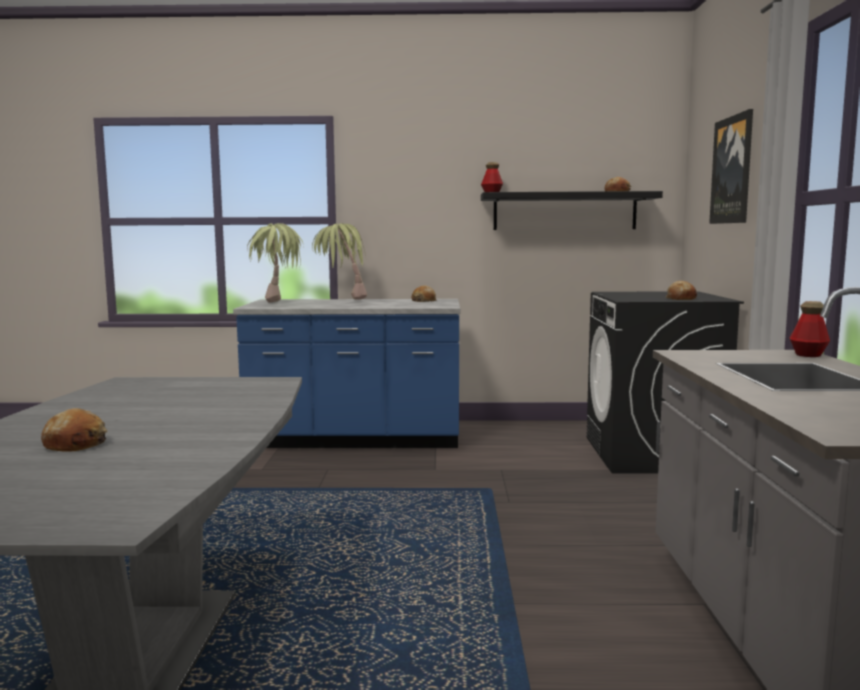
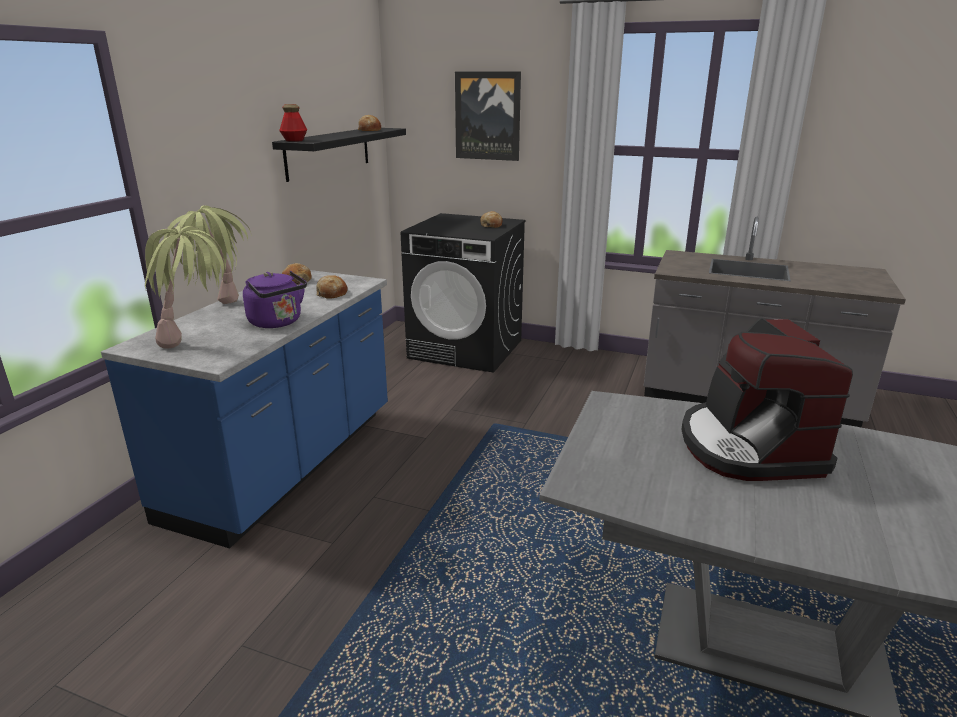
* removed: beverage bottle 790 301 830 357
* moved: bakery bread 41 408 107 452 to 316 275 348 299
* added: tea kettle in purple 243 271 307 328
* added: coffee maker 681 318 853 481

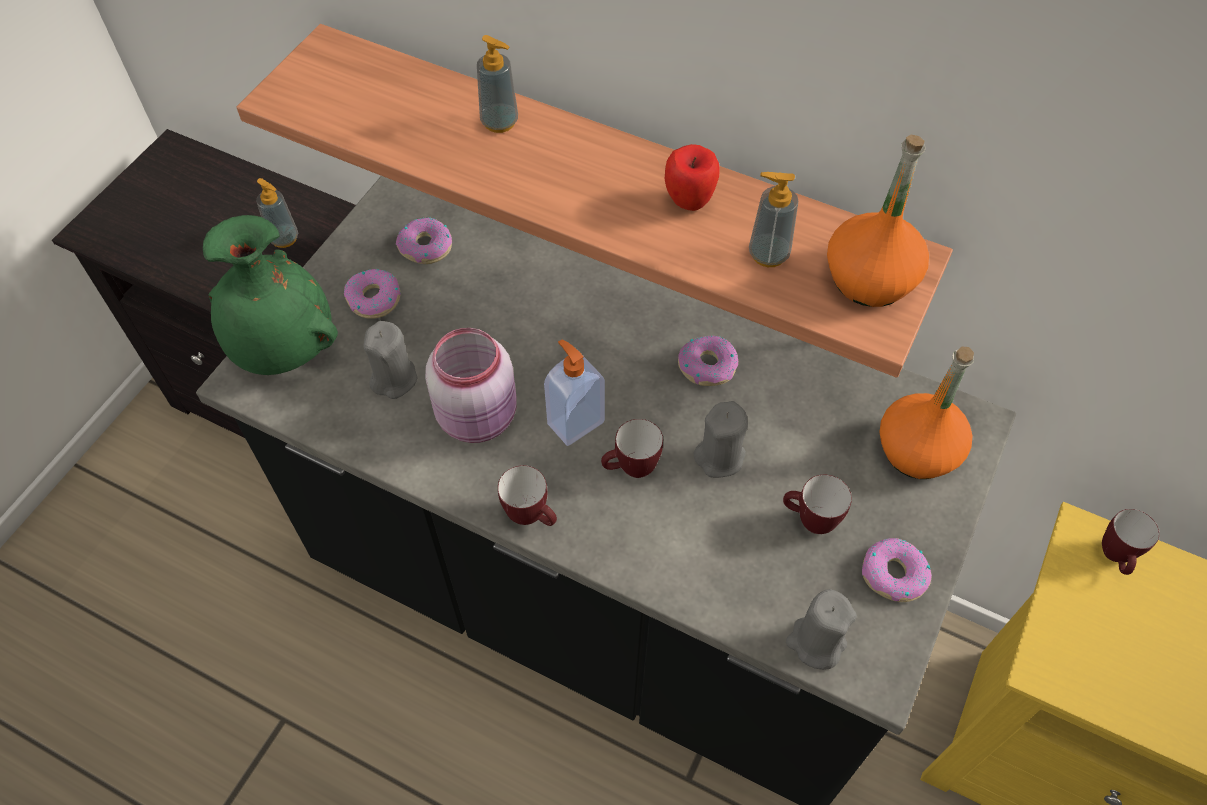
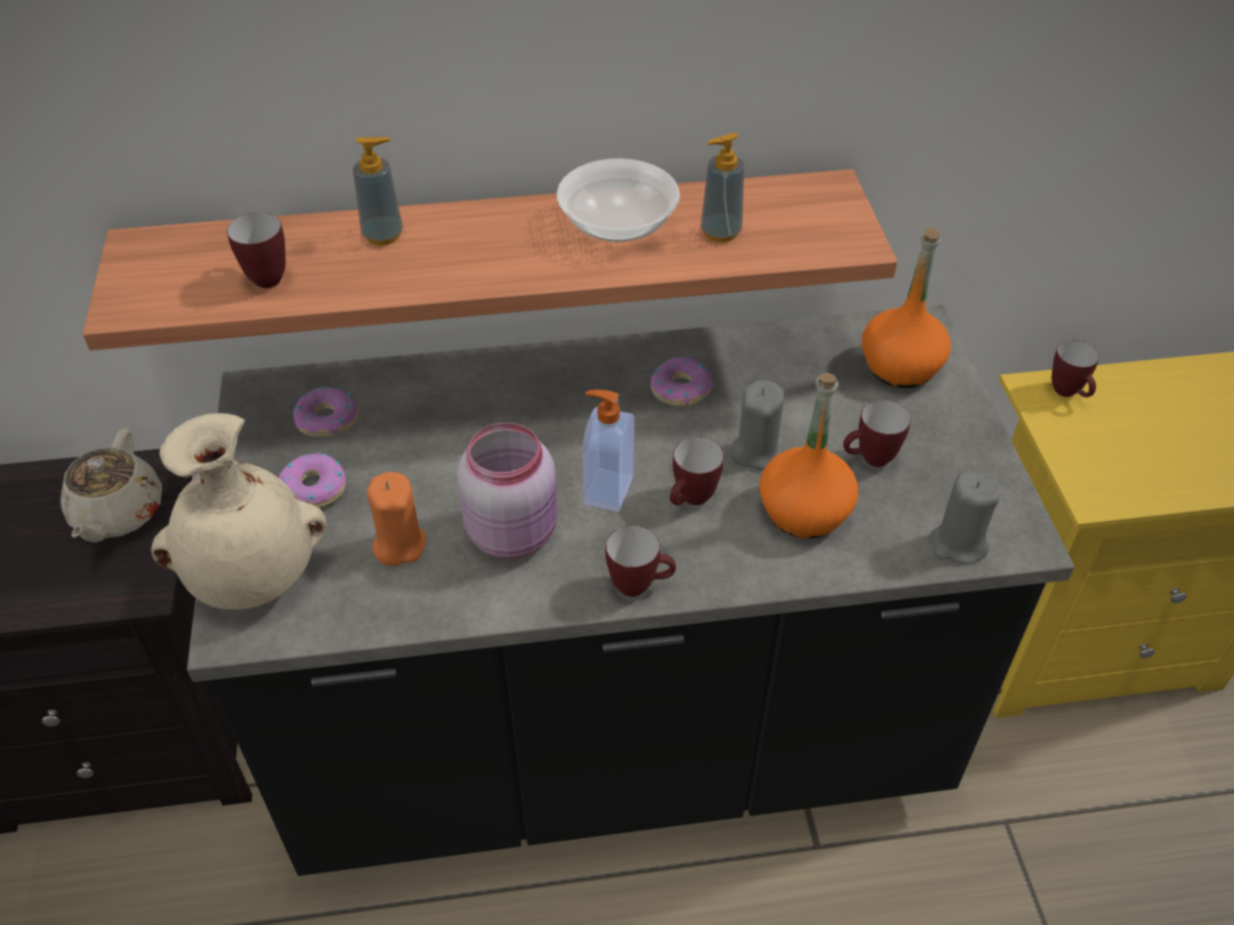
* moved: beverage bottle in orange-coloured 827 135 929 307 to 759 373 858 539
* replaced: apple 665 144 720 211 to serving bowl 557 158 680 242
* replaced: soap bottle 256 178 298 248 to teapot in beige 60 429 162 543
* recoloured: flower vase in green-coloured 203 215 338 375 to flower vase in beige 151 413 327 610
* recoloured: wax light in greyish 364 321 418 399 to wax light in orange-coloured 367 472 426 566
* removed: donut 862 538 932 602
* added: coffee mug 227 212 286 288

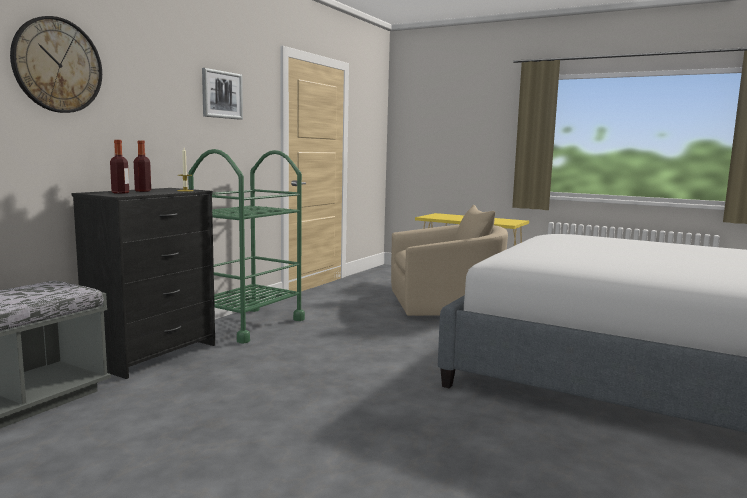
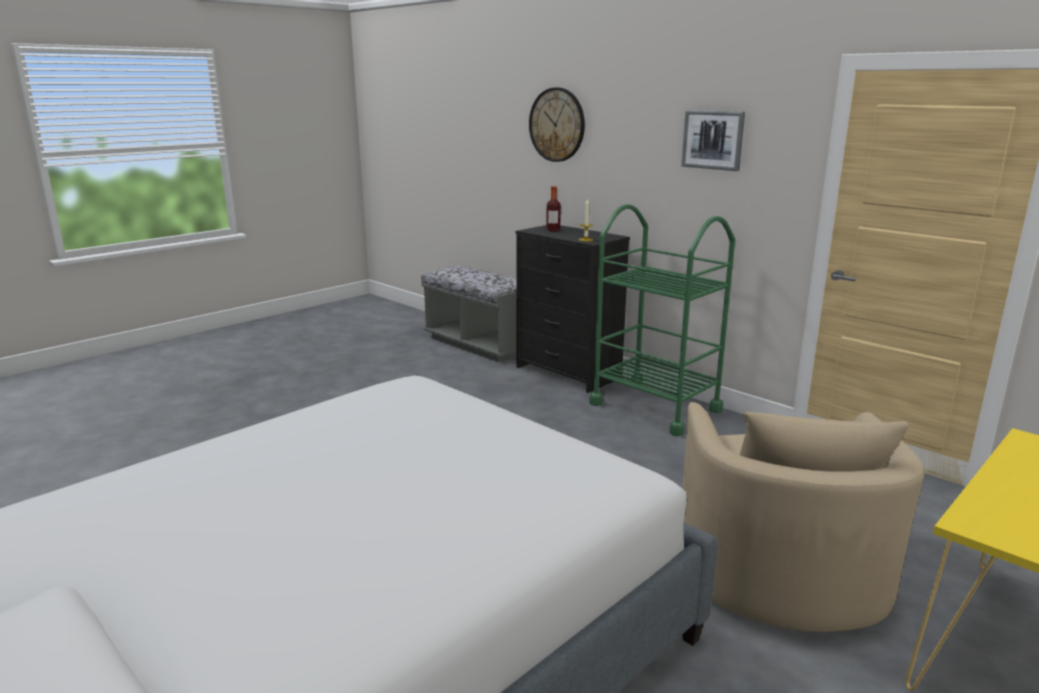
* removed: beverage bottle 134 140 151 192

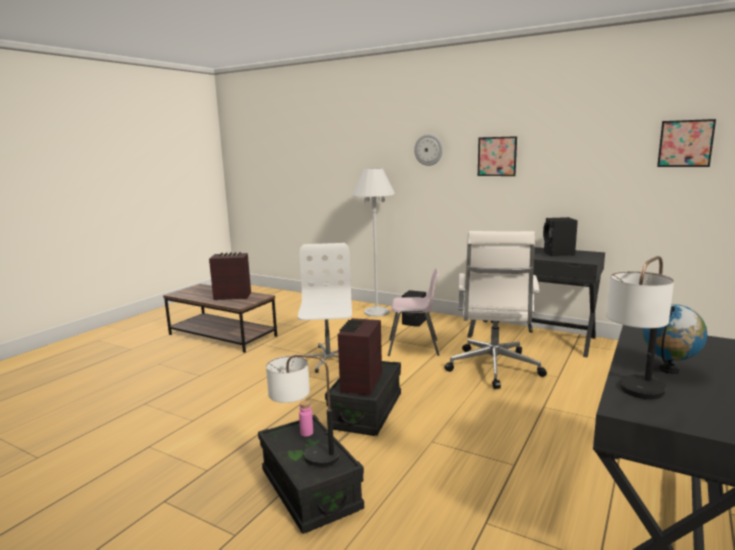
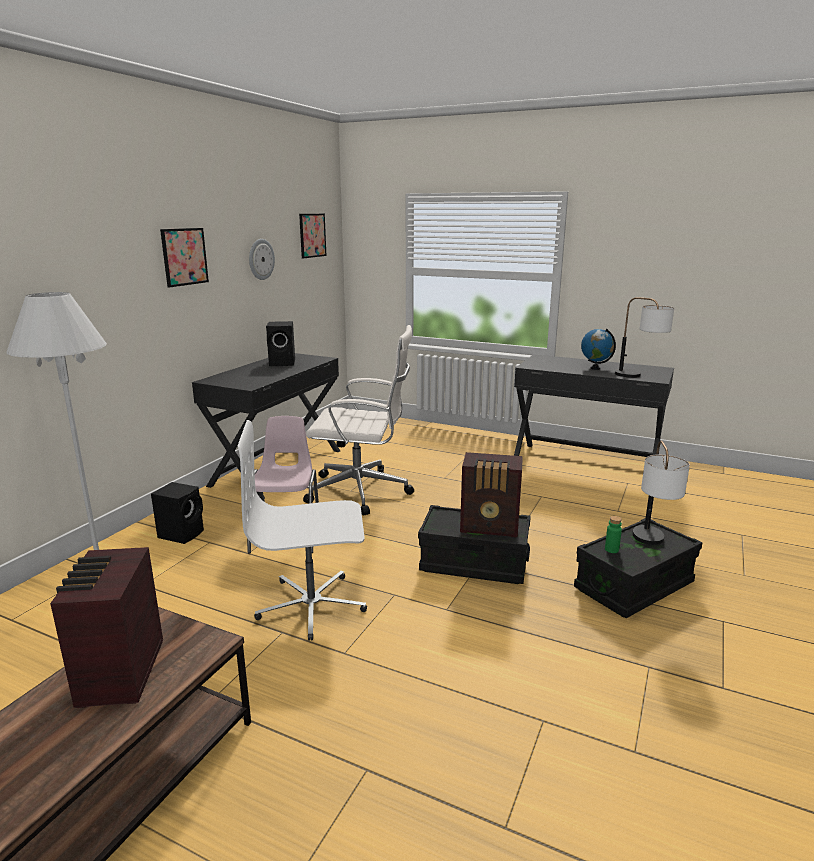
* moved: wall clock 414 134 443 166 to 249 239 275 280
* recoloured: beverage bottle in pink 299 401 313 436 to beverage bottle in green-coloured 605 516 622 553

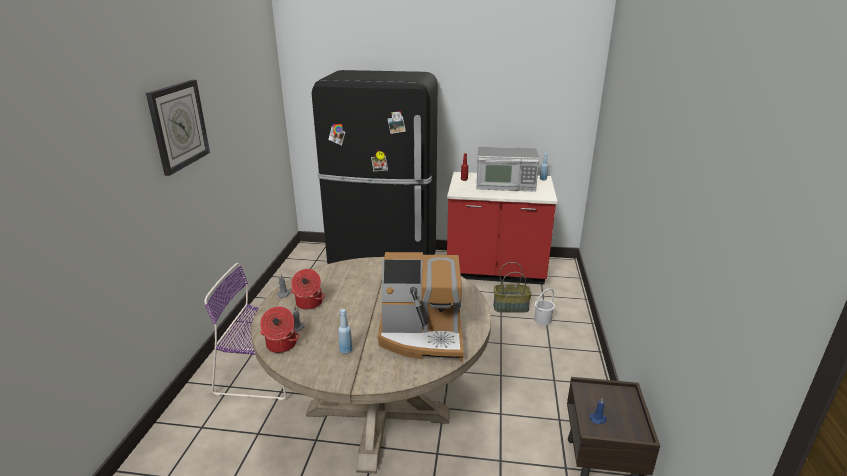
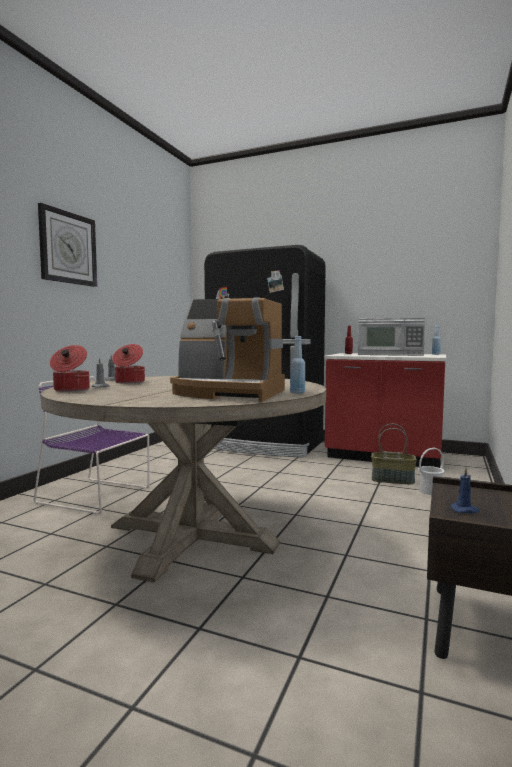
* moved: beverage bottle in bluish 338 309 353 354 to 290 336 305 394

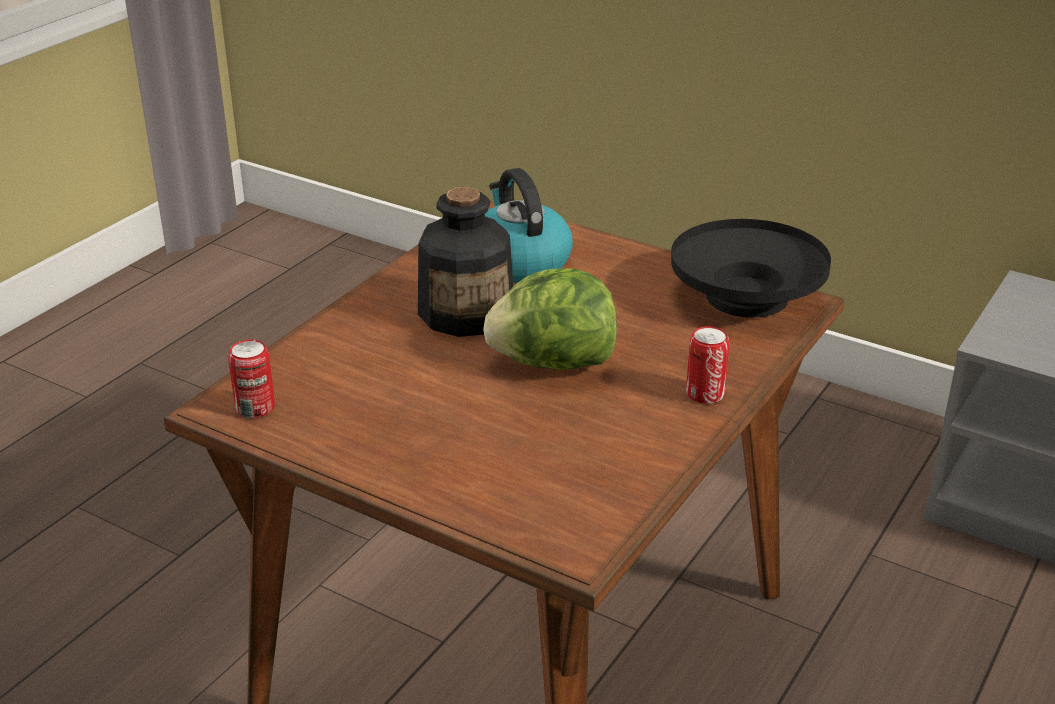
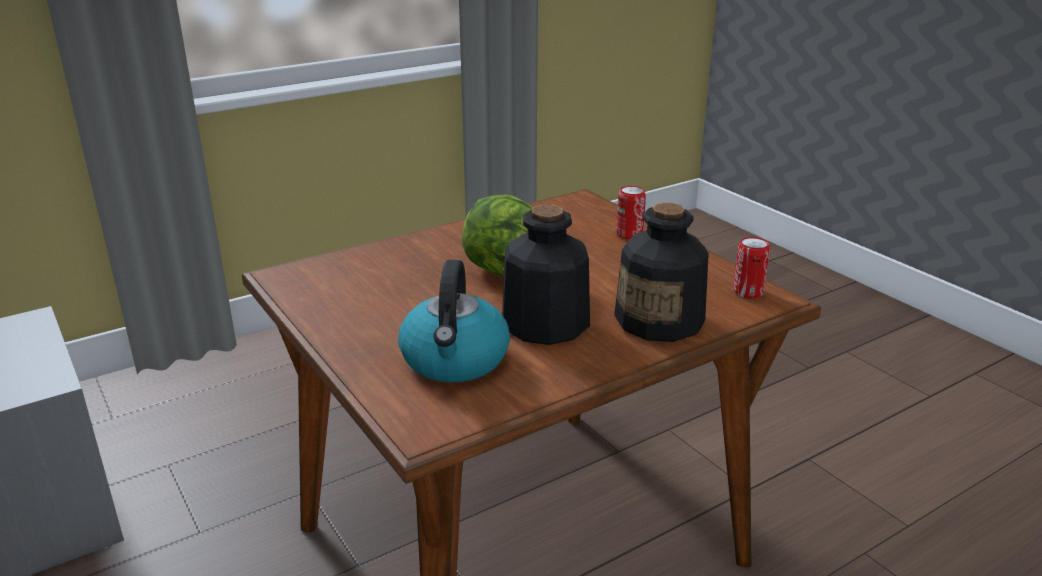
* removed: serving bowl in black-coloured 671 219 831 318
* moved: sealed can 686 326 730 404 to 616 186 646 240
* added: beverage bottle 614 203 709 342

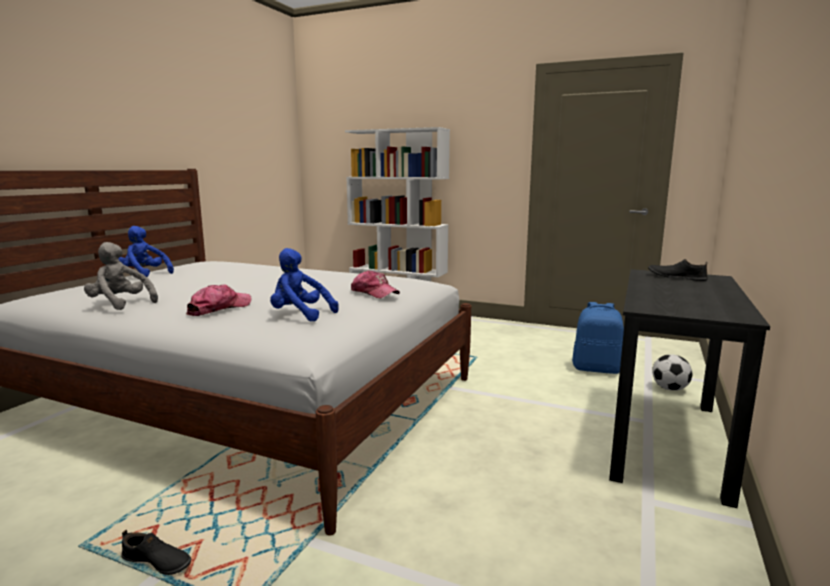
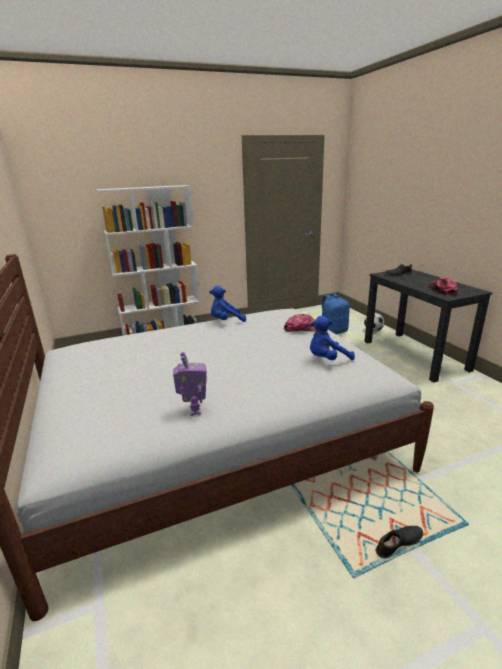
* moved: plush toy in bluish 118 226 174 277 to 209 286 246 322
* replaced: plush toy in greyish 84 242 158 310 to toy robot 173 352 207 416
* moved: peaked cap 186 284 252 316 to 428 277 458 296

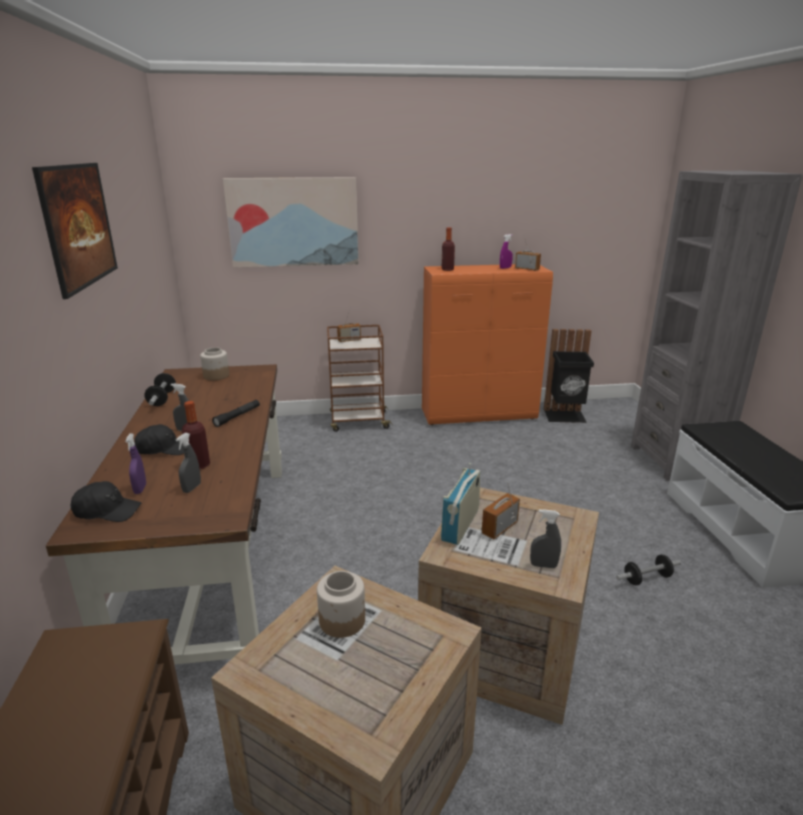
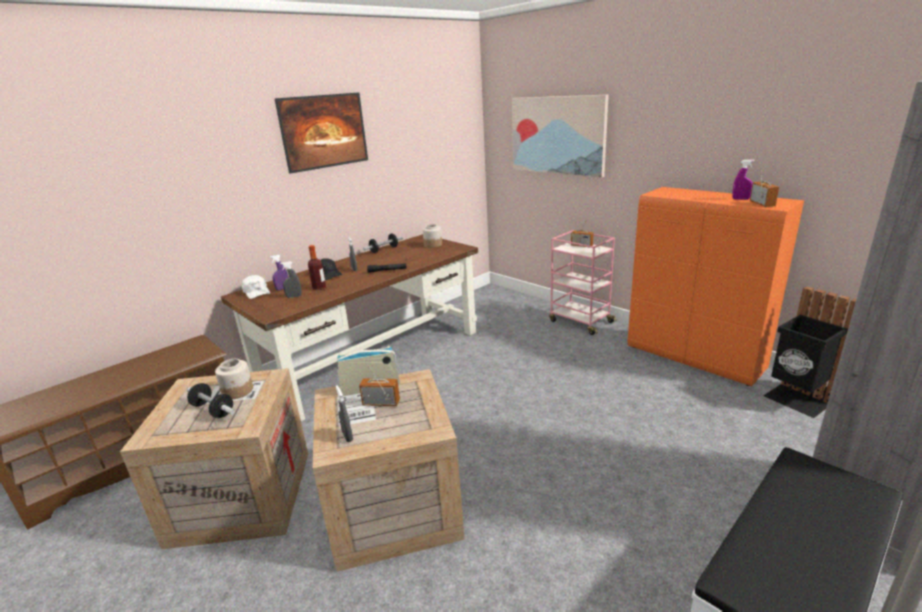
* removed: beverage bottle 442 227 455 271
* recoloured: wheeled cart in brownish 327 325 392 432 to wheeled cart in pink 549 230 617 335
* recoloured: peaked cap in black-coloured 71 481 141 522 to peaked cap in white 242 275 270 299
* moved: free weight 616 554 681 586 to 187 383 235 418

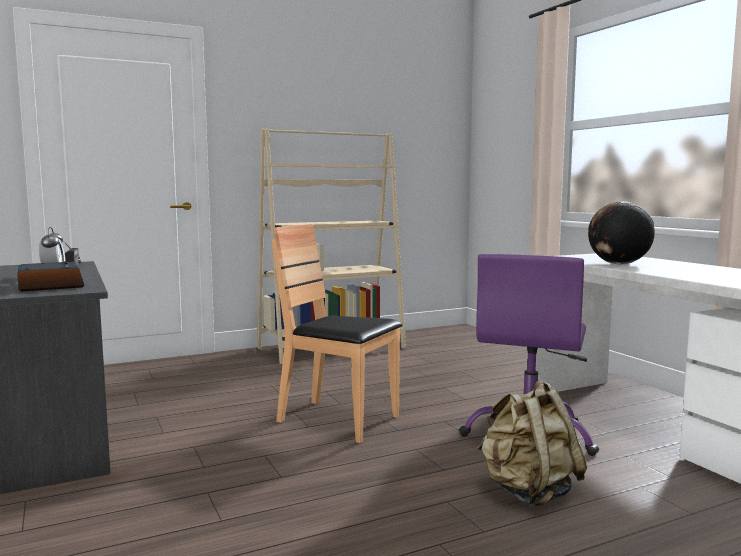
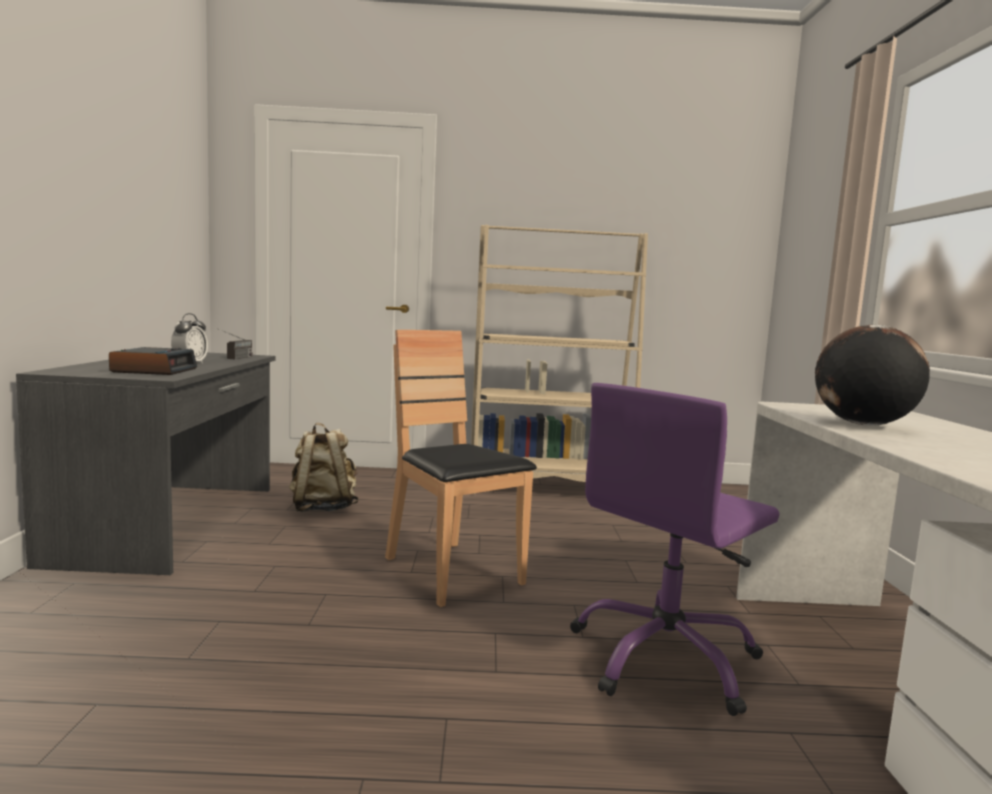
* moved: rucksack in beige 478 381 587 507 to 289 423 359 512

